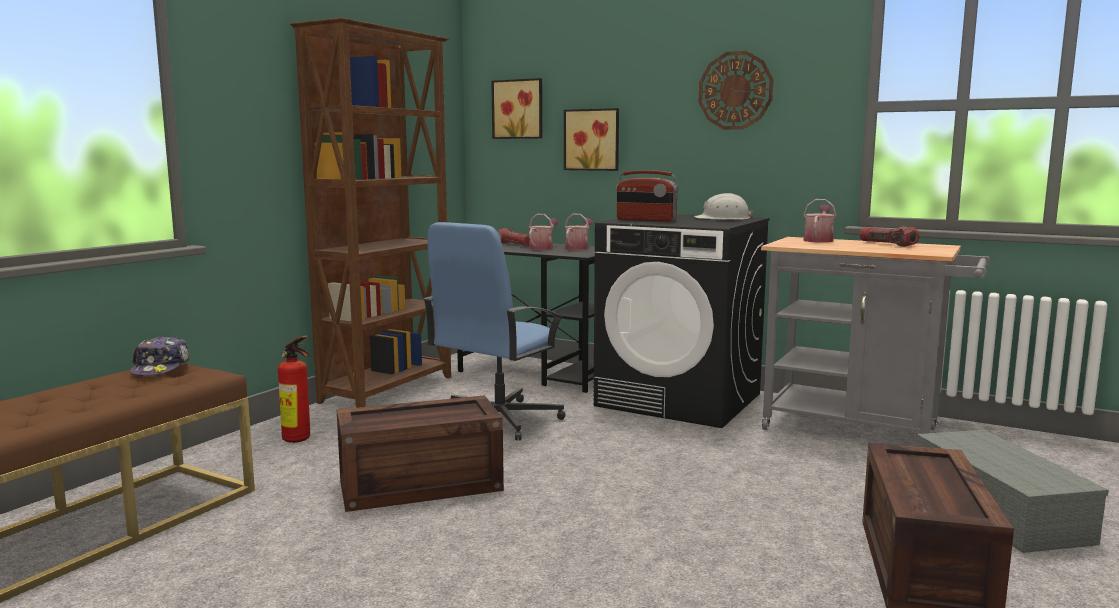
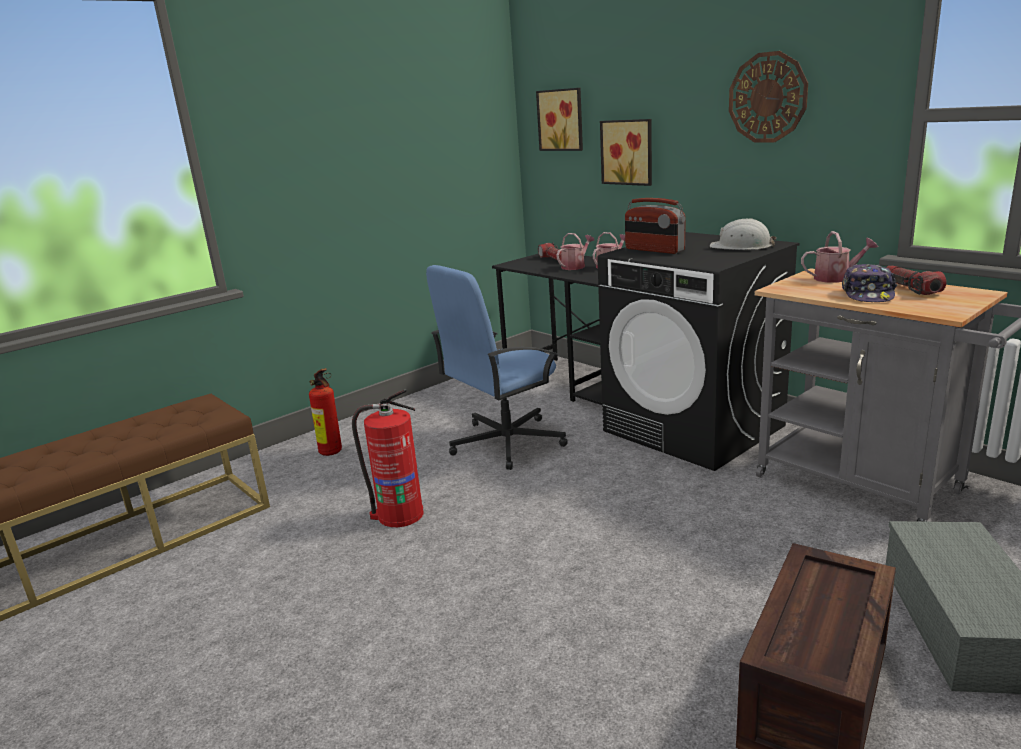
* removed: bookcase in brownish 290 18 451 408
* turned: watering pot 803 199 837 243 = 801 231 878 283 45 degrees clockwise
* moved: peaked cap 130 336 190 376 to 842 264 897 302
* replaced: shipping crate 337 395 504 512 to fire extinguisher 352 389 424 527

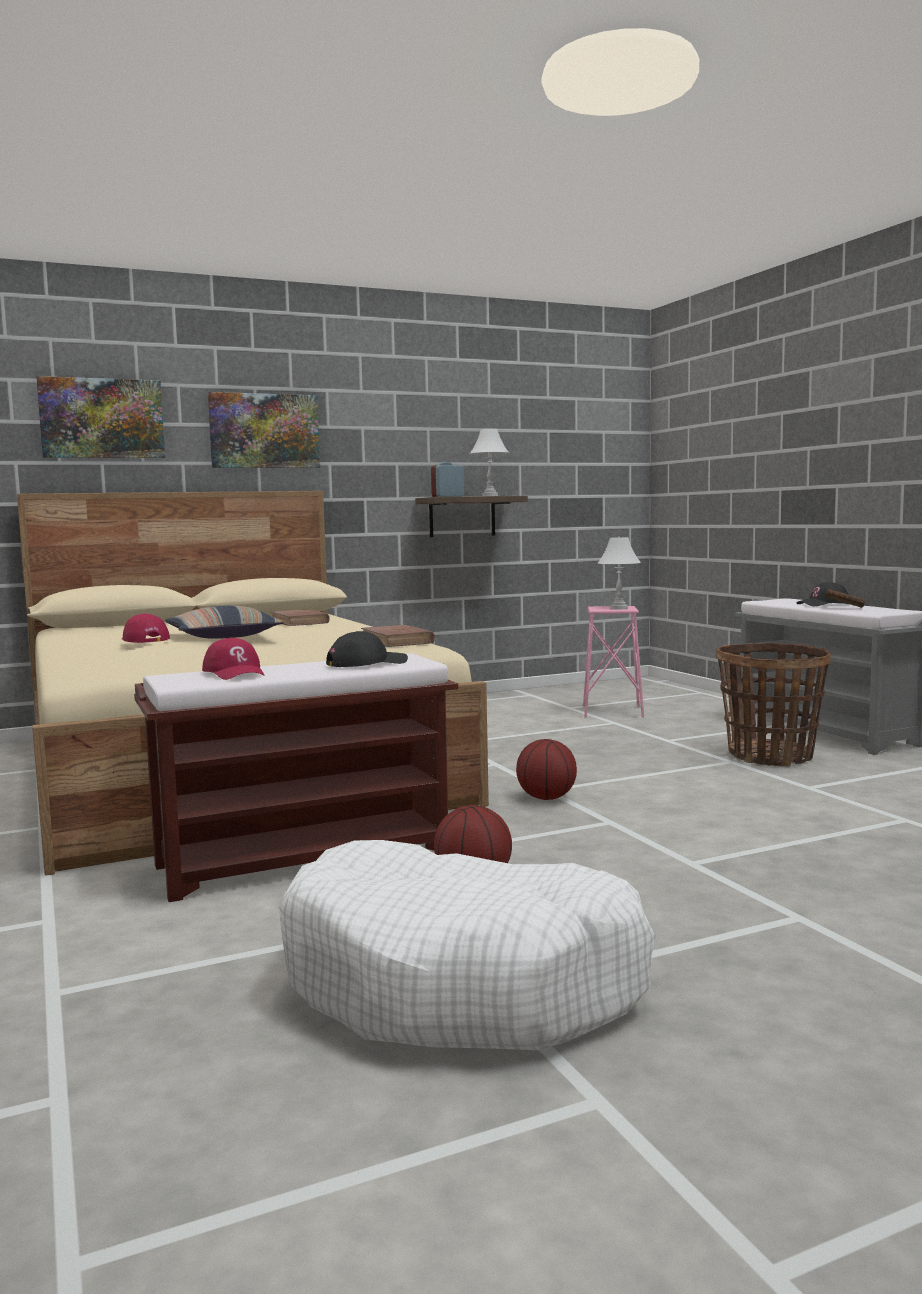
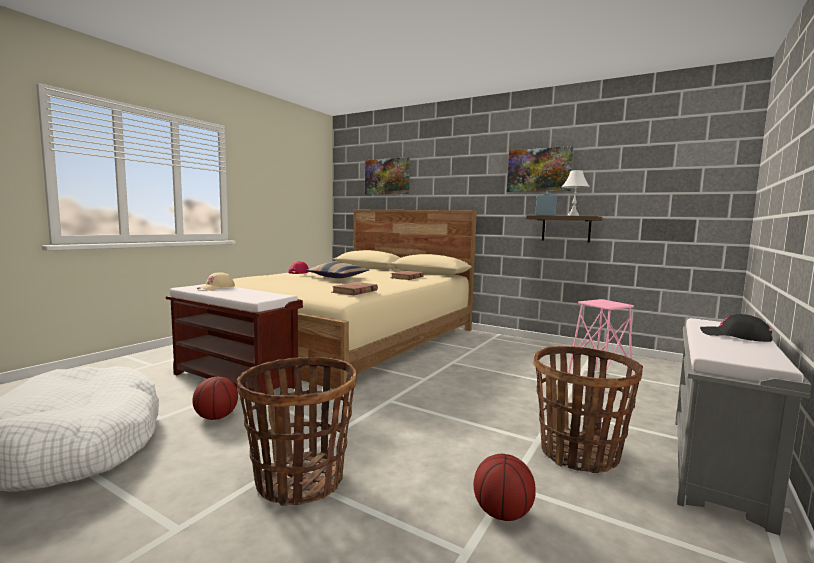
* moved: wall art 208 392 320 468 to 507 146 574 192
* removed: lamp for a table in white 597 537 641 609
* removed: volume in brownish 825 589 866 608
* removed: peaked cap in black-coloured 326 631 408 668
* recoloured: peaked cap in red 202 638 264 680 to peaked cap in beige 197 272 235 291
* moved: basketball ball 516 739 577 800 to 474 454 536 521
* added: storage basket 237 357 357 505

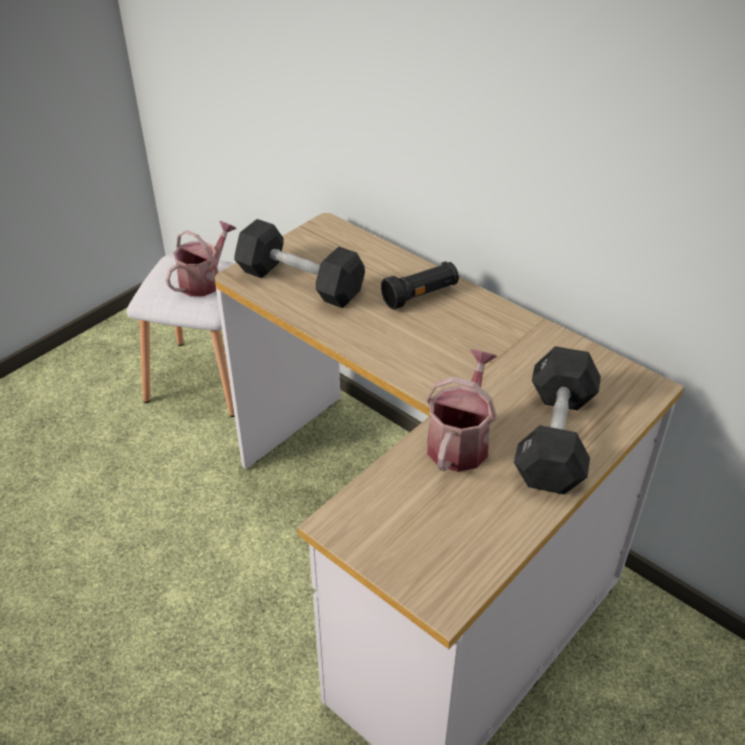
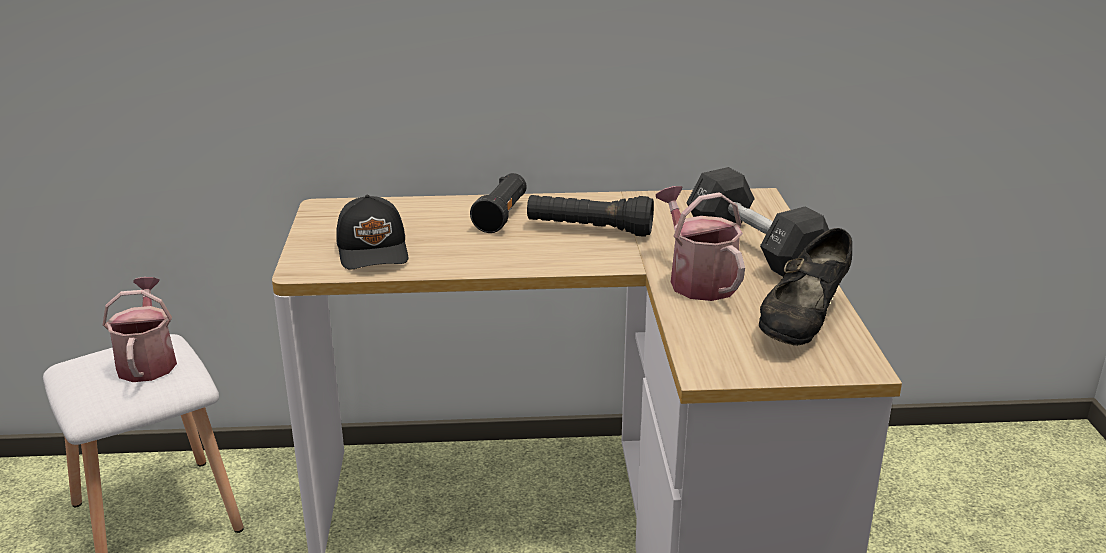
* replaced: free weight in black-coloured 234 219 365 308 to peaked cap in black-coloured 336 195 408 270
* added: torch in black-coloured 527 195 654 237
* added: shoe in black-coloured 759 228 852 346

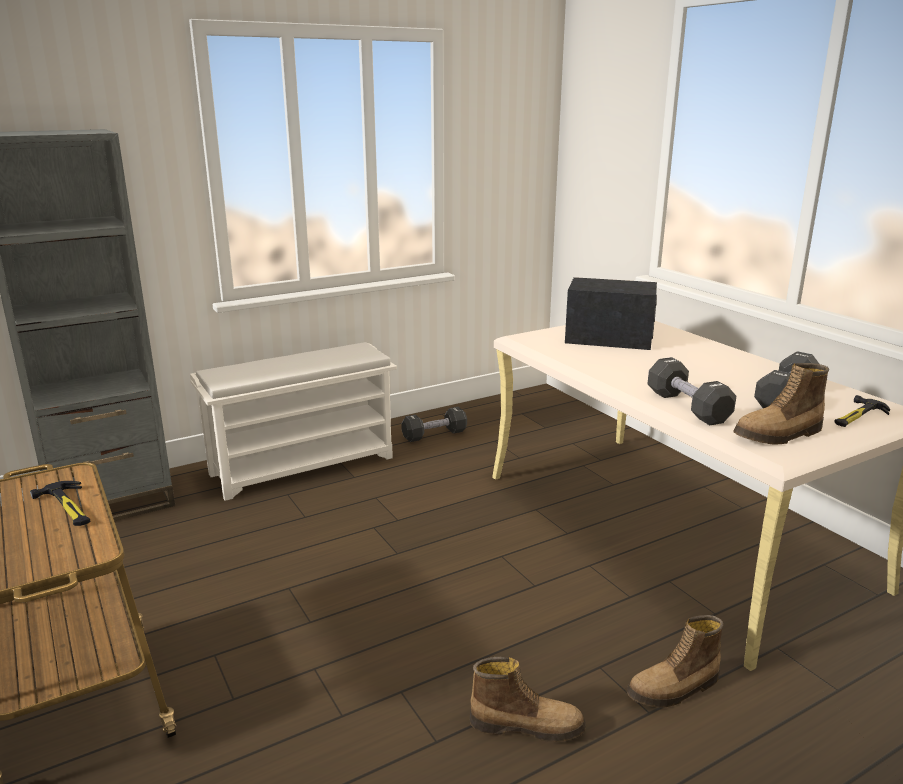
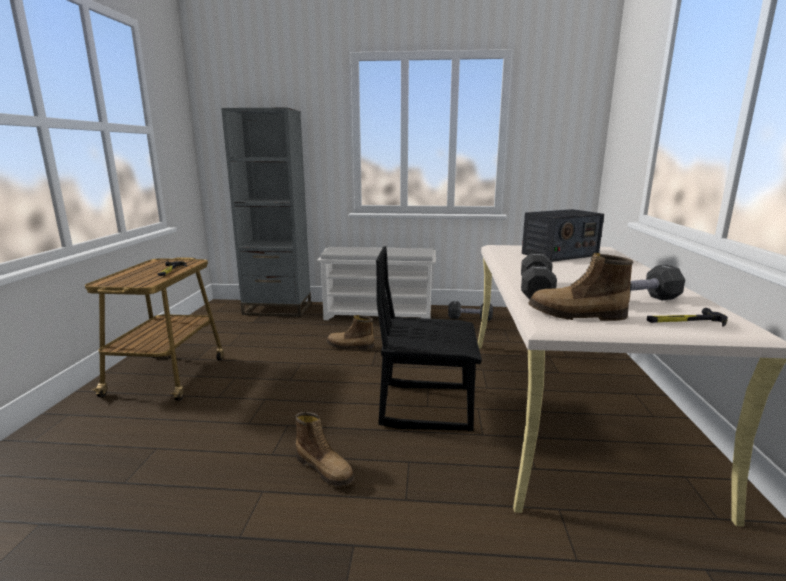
* turned: radio set 565 277 657 350 = 522 209 604 262 105 degrees clockwise
* moved: boot 626 615 723 708 to 326 315 374 350
* added: chair in black-coloured 376 246 482 431

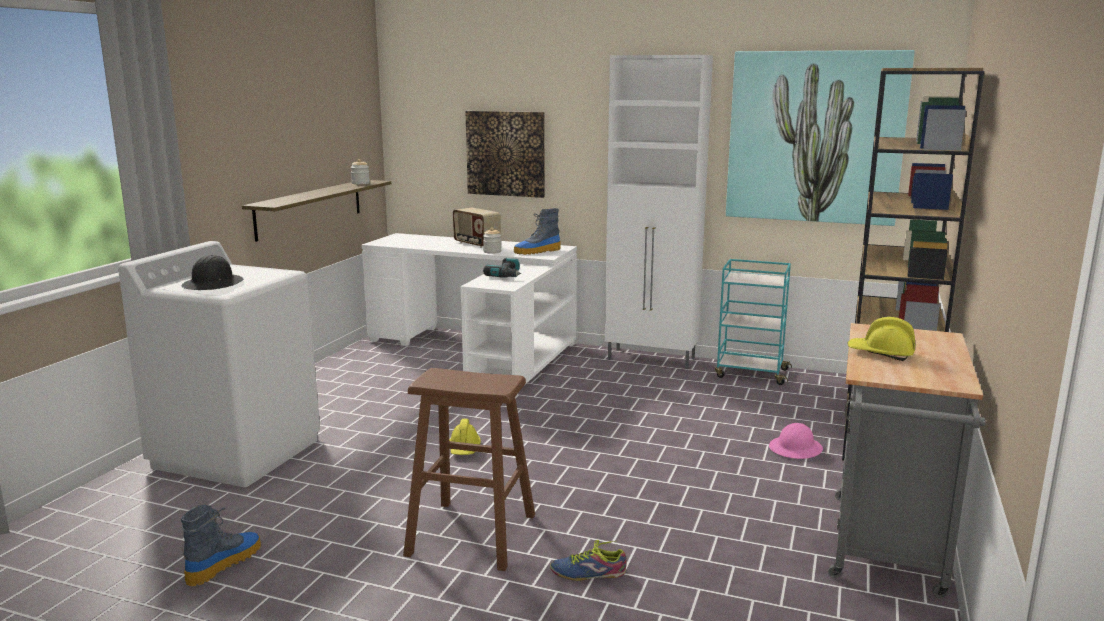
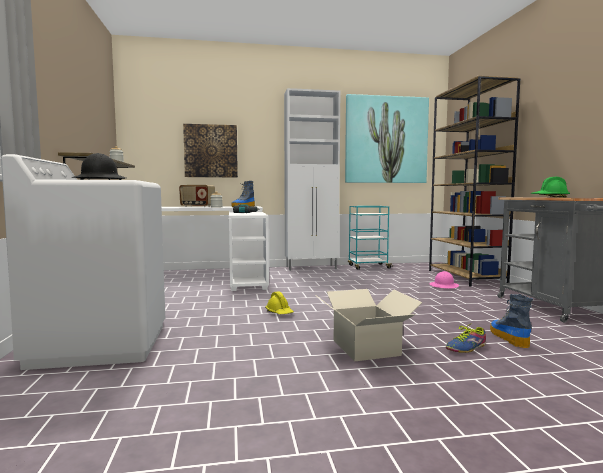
* recoloured: work helmet in yellow-coloured 847 317 915 361 to work helmet in green-coloured 530 177 570 198
* replaced: stool seat in brownish 403 368 535 571 to carton 315 289 423 361
* moved: boot 181 505 261 586 to 490 294 533 348

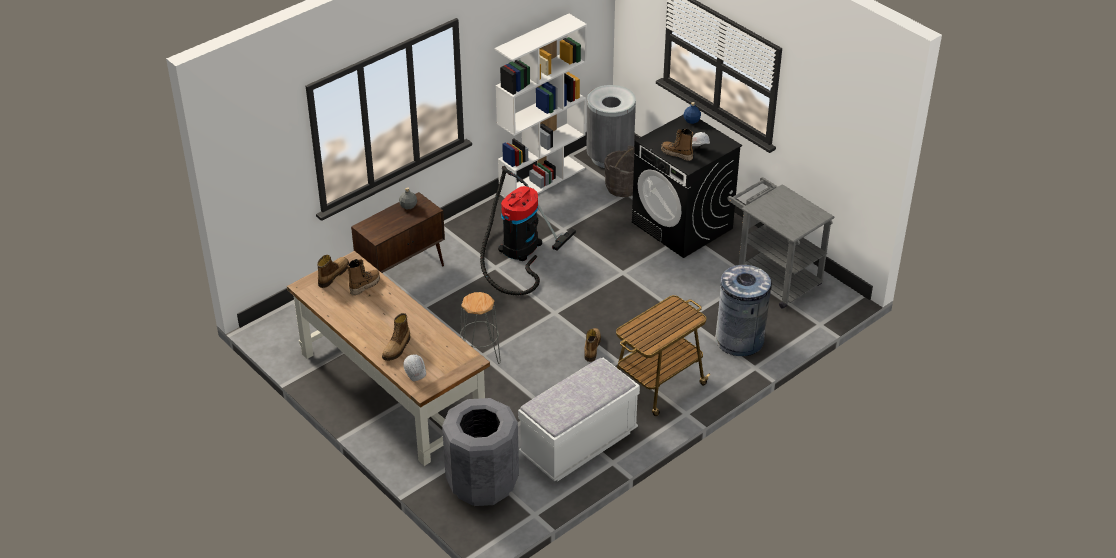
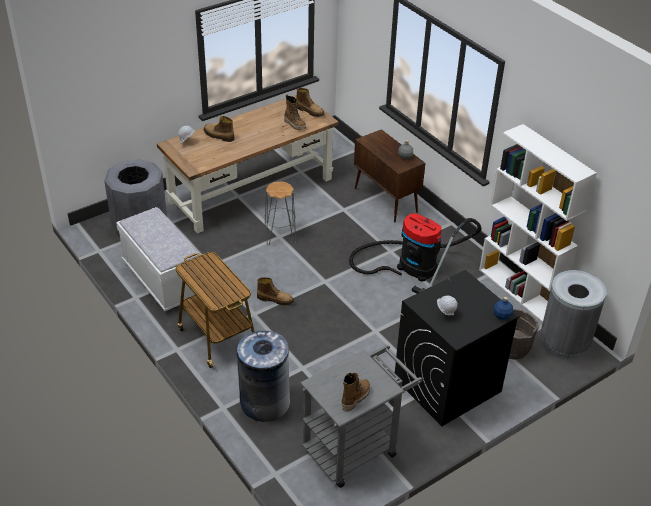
* moved: boot 661 129 694 161 to 342 373 370 412

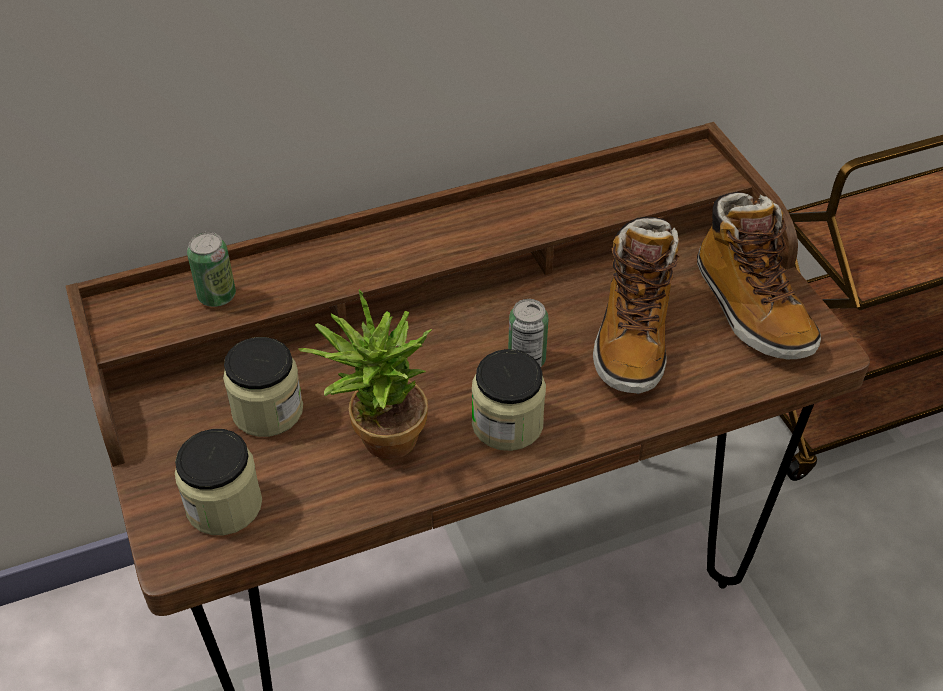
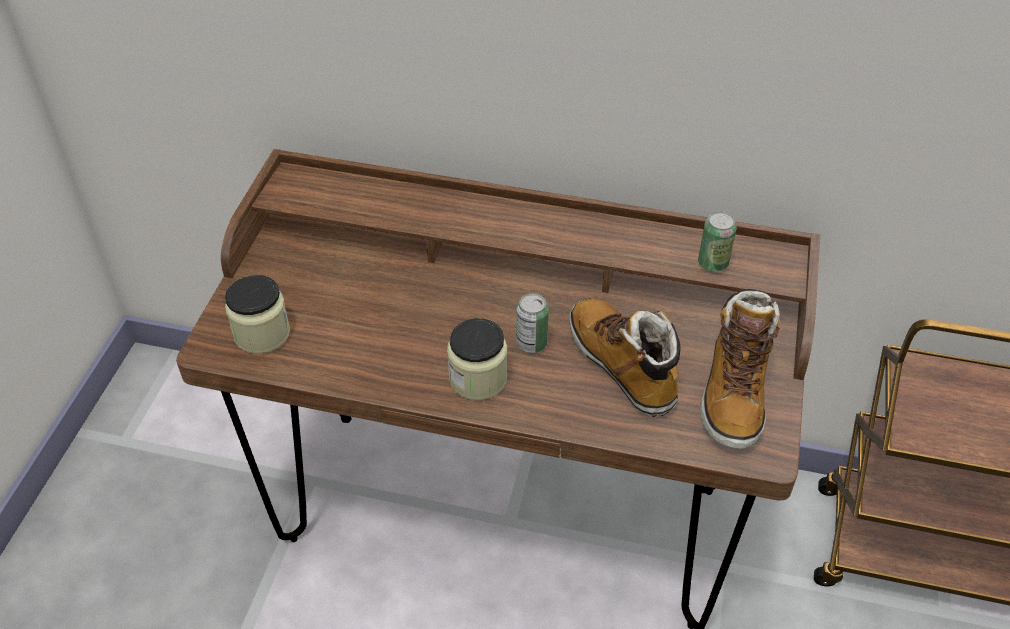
* turned: boot 593 217 679 394 = 569 298 681 417 105 degrees clockwise
* moved: sealed can 187 232 236 307 to 698 211 737 272
* removed: houseplant 298 289 432 459
* removed: storage jar 223 337 303 437

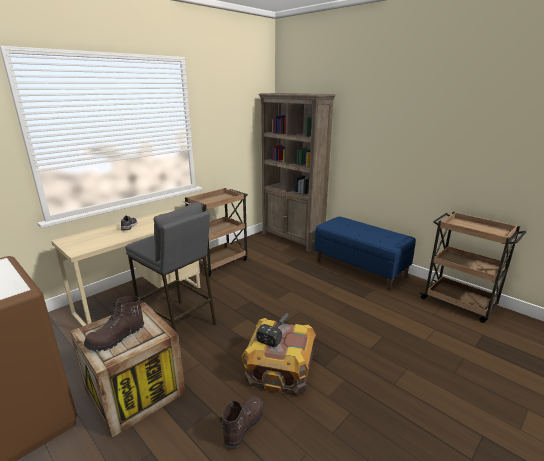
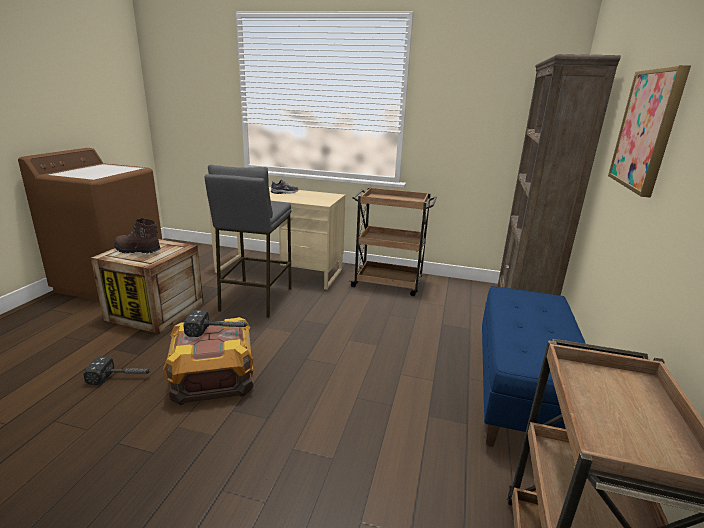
* replaced: boot in brownish 220 396 264 448 to tool hammer 83 356 152 385
* added: wall art 608 65 691 198

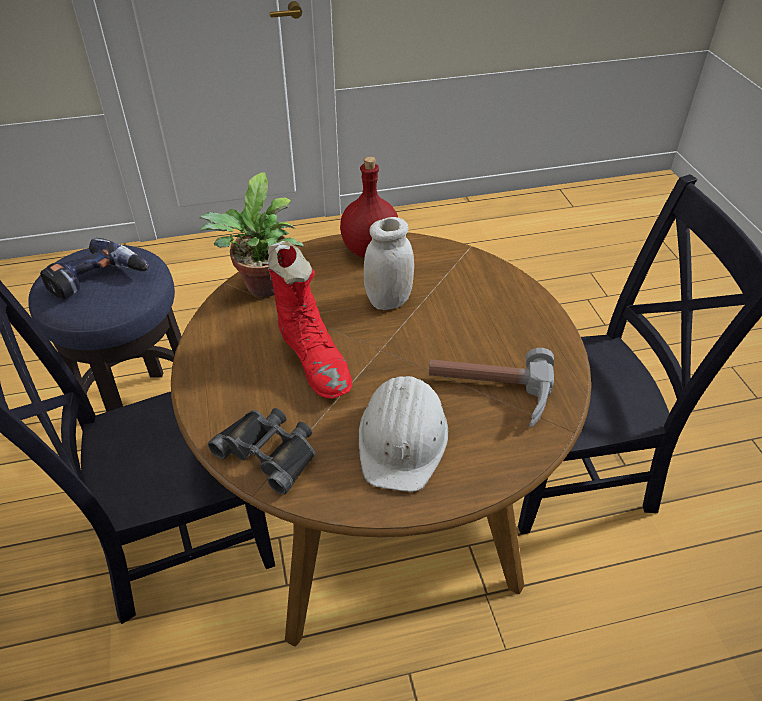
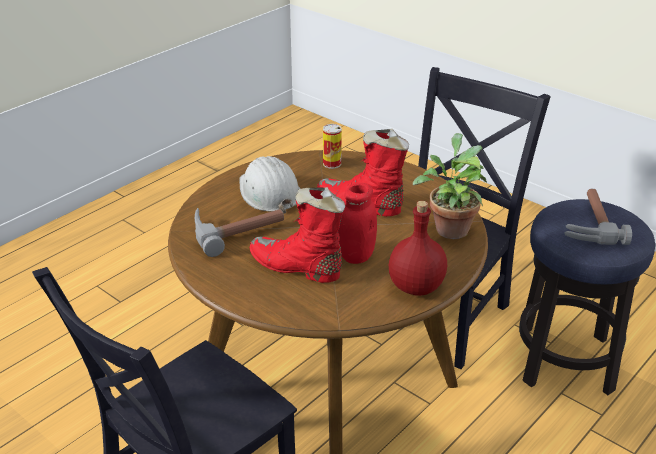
* recoloured: storage jar in white 364 217 414 310 to storage jar in red 338 183 377 264
* replaced: power drill 40 238 149 299 to tool hammer 565 189 632 245
* replaced: pair of binoculars in black-coloured 208 408 316 495 to sealed can 323 124 342 169
* added: boot in red 250 187 345 283

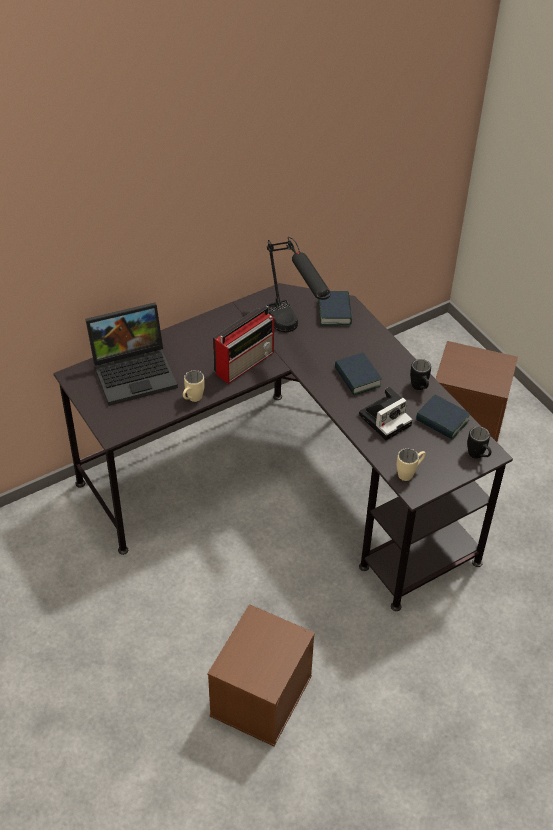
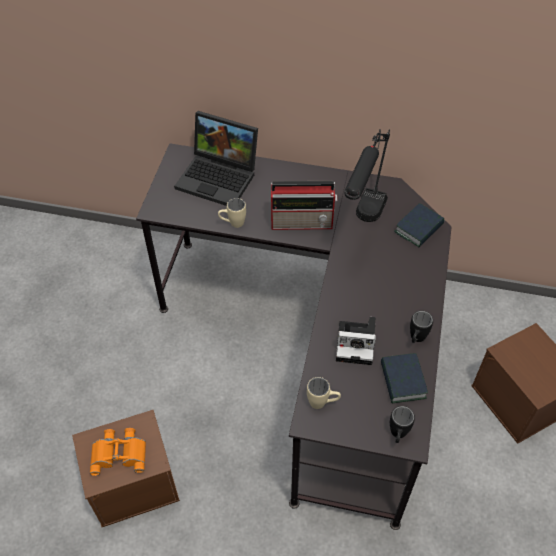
* removed: volume 334 353 382 395
* added: pair of binoculars in orange-coloured 90 428 146 476

